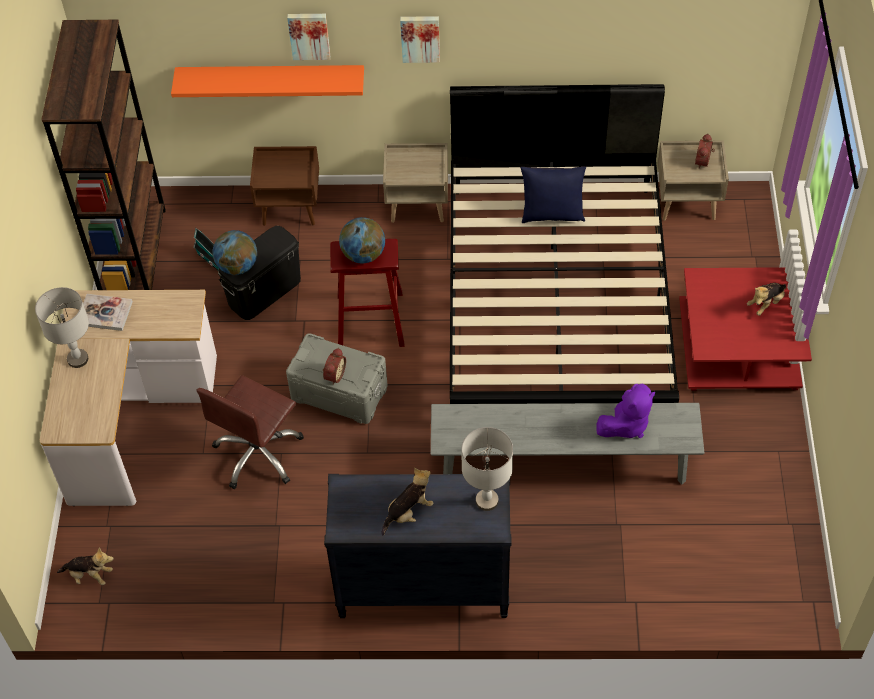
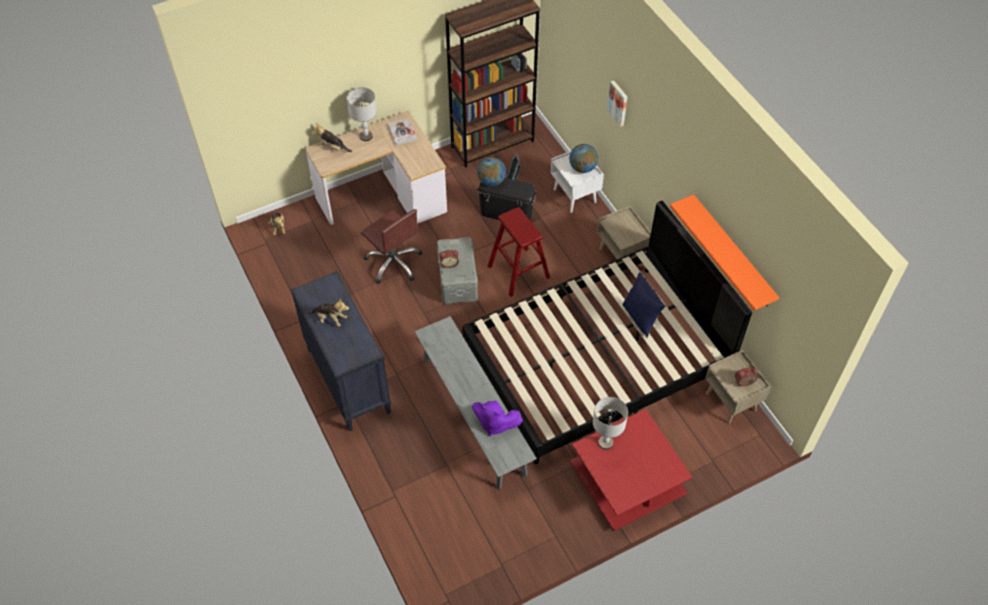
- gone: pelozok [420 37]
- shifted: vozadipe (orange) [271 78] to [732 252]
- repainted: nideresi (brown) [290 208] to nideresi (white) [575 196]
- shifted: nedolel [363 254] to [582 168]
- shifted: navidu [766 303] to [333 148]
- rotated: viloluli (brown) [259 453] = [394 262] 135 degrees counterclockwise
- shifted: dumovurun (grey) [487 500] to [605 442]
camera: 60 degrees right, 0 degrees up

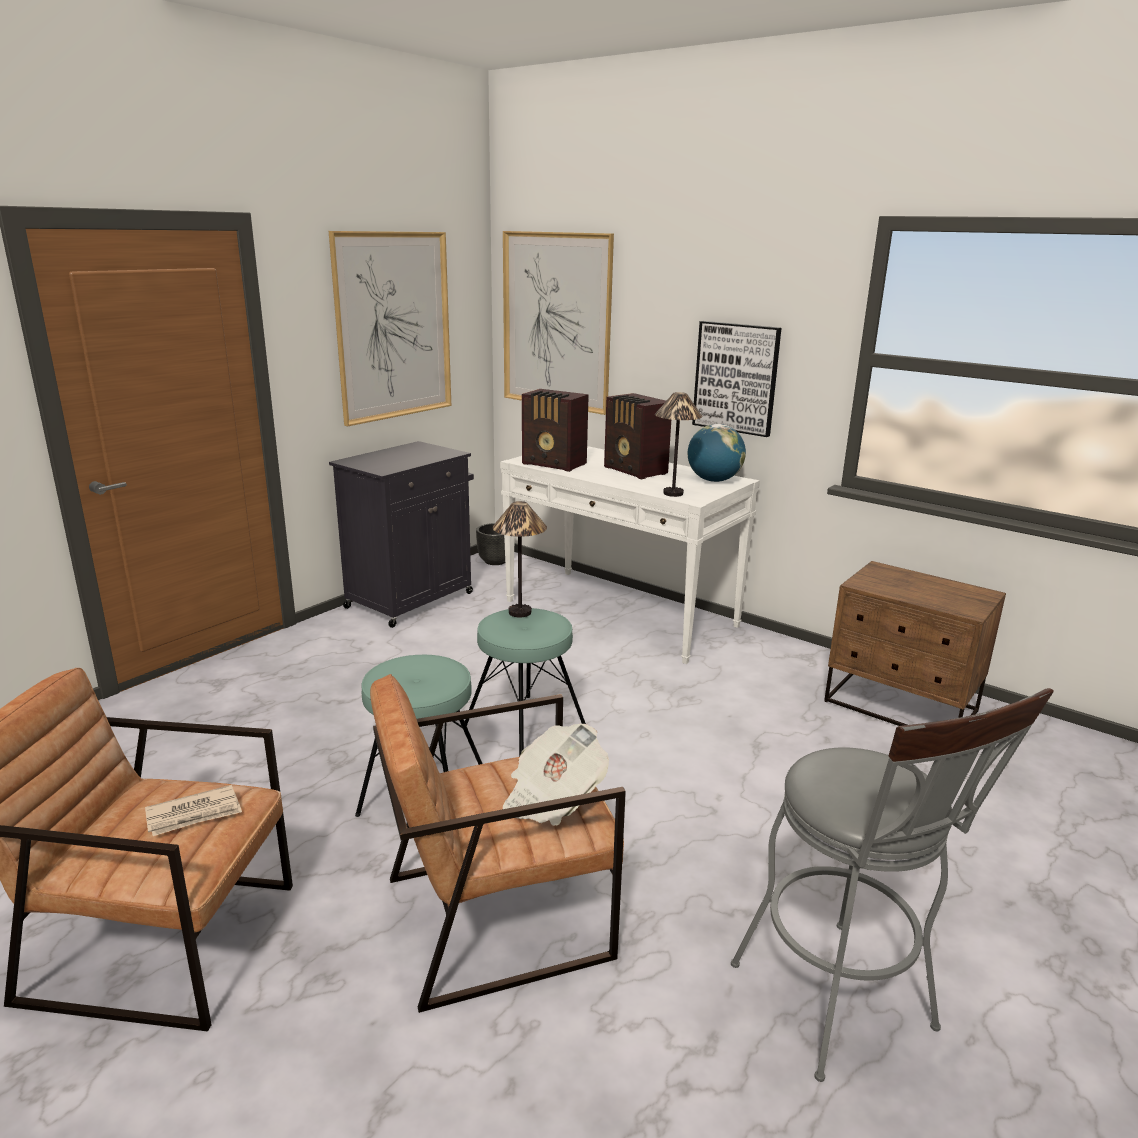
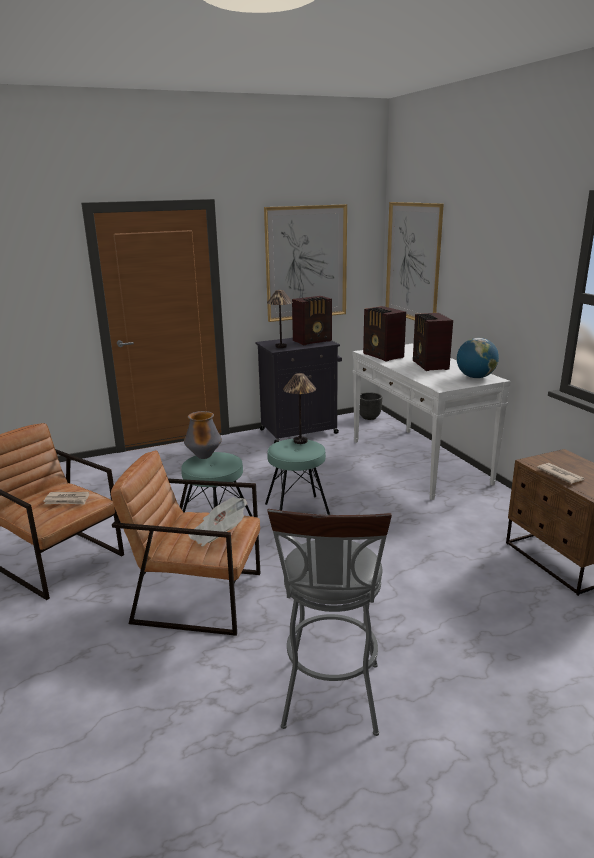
- gone: pelozok [736 378]
- shifted: dumovurun [673 493] to [281 346]
- new: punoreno [313 341]
- new: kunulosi [204 456]
- new: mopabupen [560 475]
camera: 30 degrees right, 0 degrees up

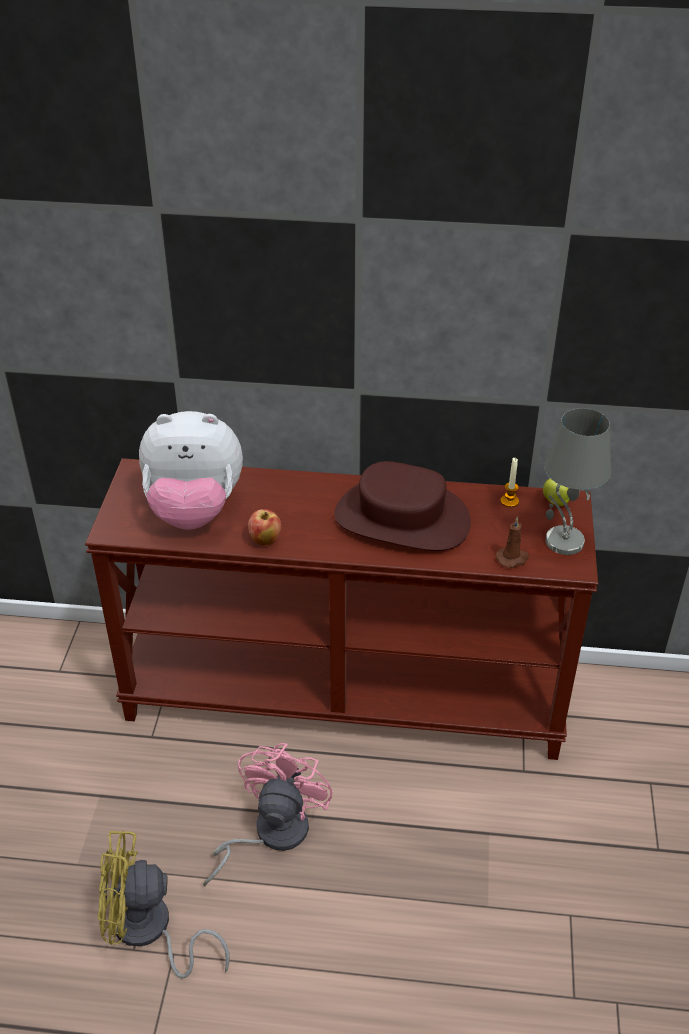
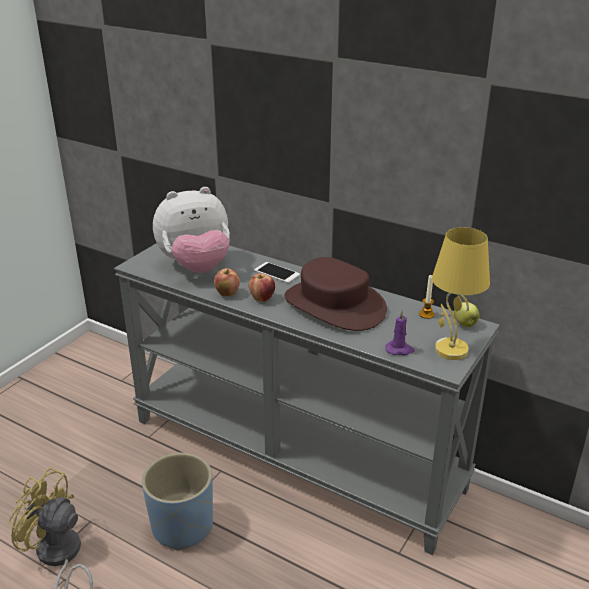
- repainted: dumovurun (grey) [563 542] to dumovurun (yellow) [450 350]
- rotated: navidu [194 511] = [196 267] 45 degrees counterclockwise
- repainted: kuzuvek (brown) [346 693] to kuzuvek (grey) [296 452]
- repainted: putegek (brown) [512 558] to putegek (purple) [399 349]
- swapped: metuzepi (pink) [270 834] to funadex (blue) [181 526]
- new: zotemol [276 273]
- new: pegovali [262 298]
camera: 25 degrees right, 10 degrees down

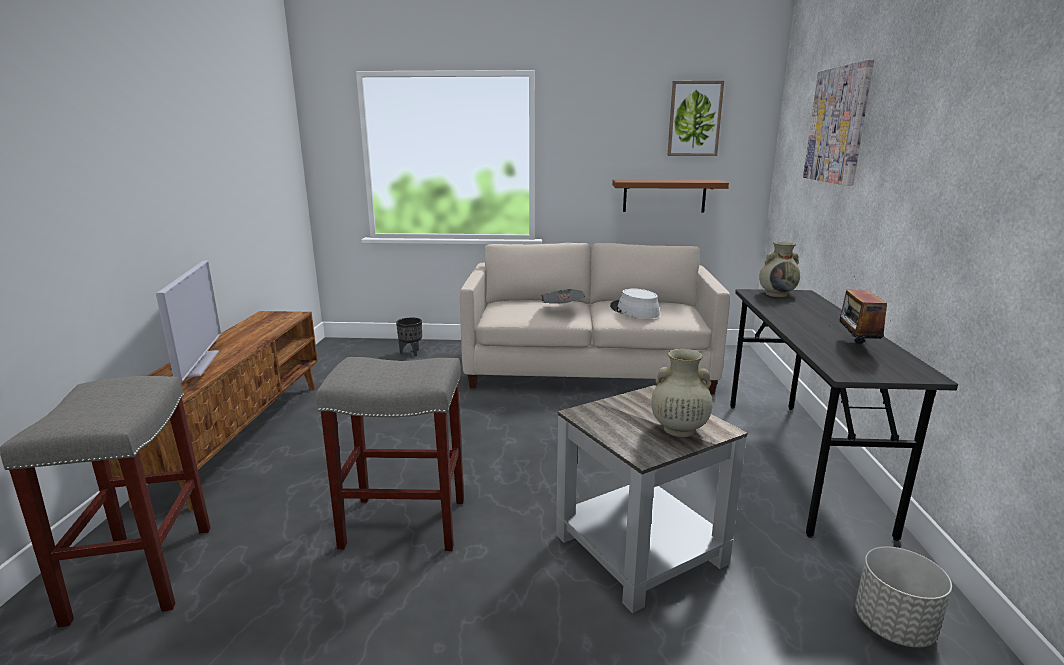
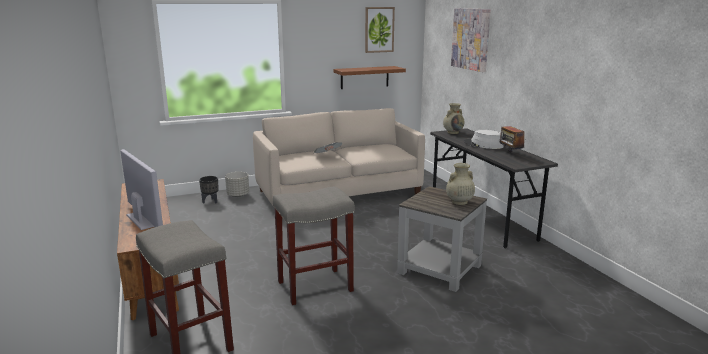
- shifted: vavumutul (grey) [634 310] to [483 145]
- shifted: funadex (grey) [893 626] to [238 195]
camera: 25 degrees left, 0 degrees up

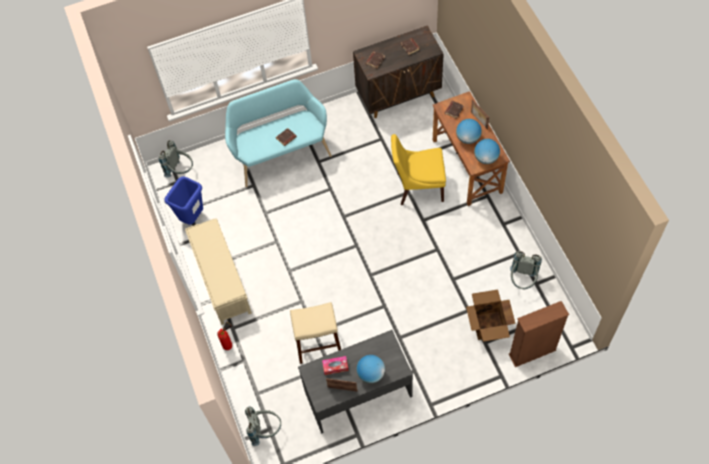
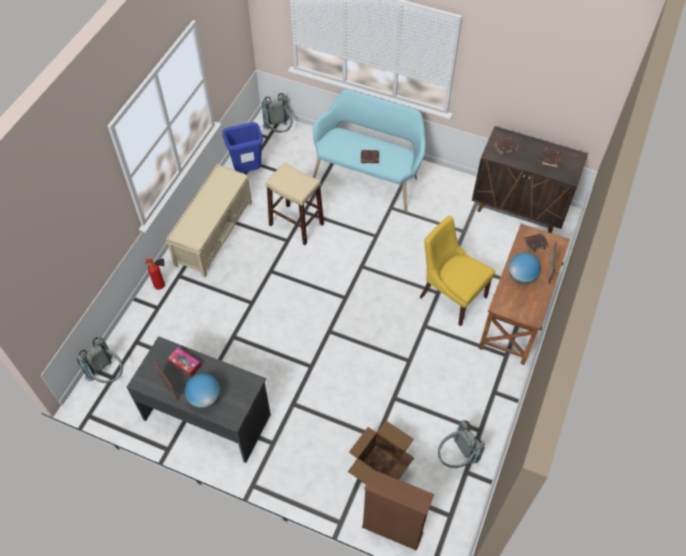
- gone: nedolel [486 158]
- shifted: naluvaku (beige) [318 345] to [296 224]
camera: 40 degrees right, 5 degrees down

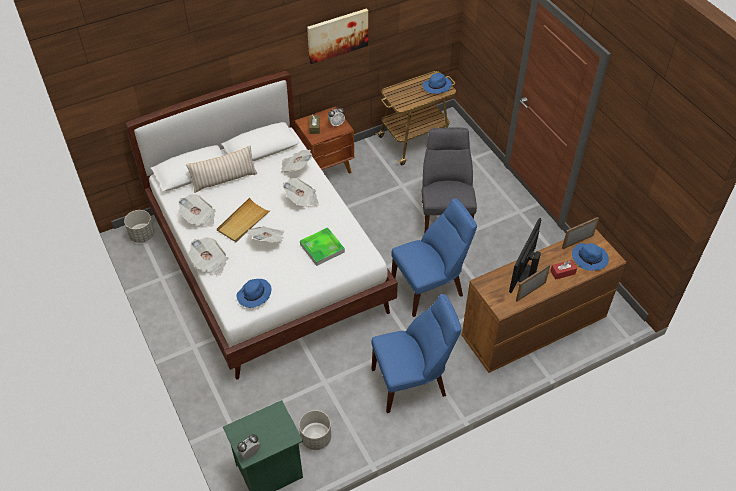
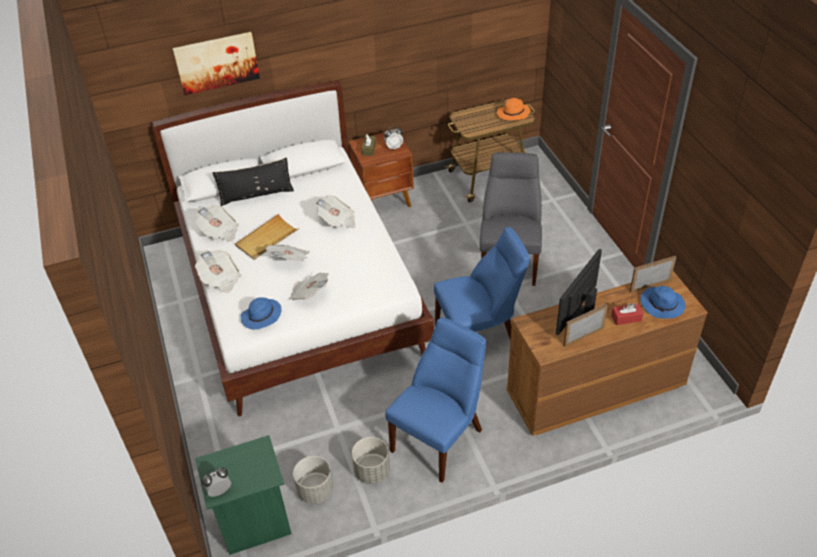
- shifted: pelozok [337 35] to [216 62]
- repainted: vavumutul (blue) [436 87] to vavumutul (orange) [513 114]
- repainted: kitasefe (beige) [224 180] to kitasefe (black) [256 195]
- shifted: mopabupen [296 167] to [309 294]
- shifted: funadex (grey) [142 235] to [372 471]
- gone: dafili [322 248]
- rotated: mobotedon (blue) [412 382] = [440 438] 45 degrees counterclockwise
camera: 10 degrees right, 5 degrees down

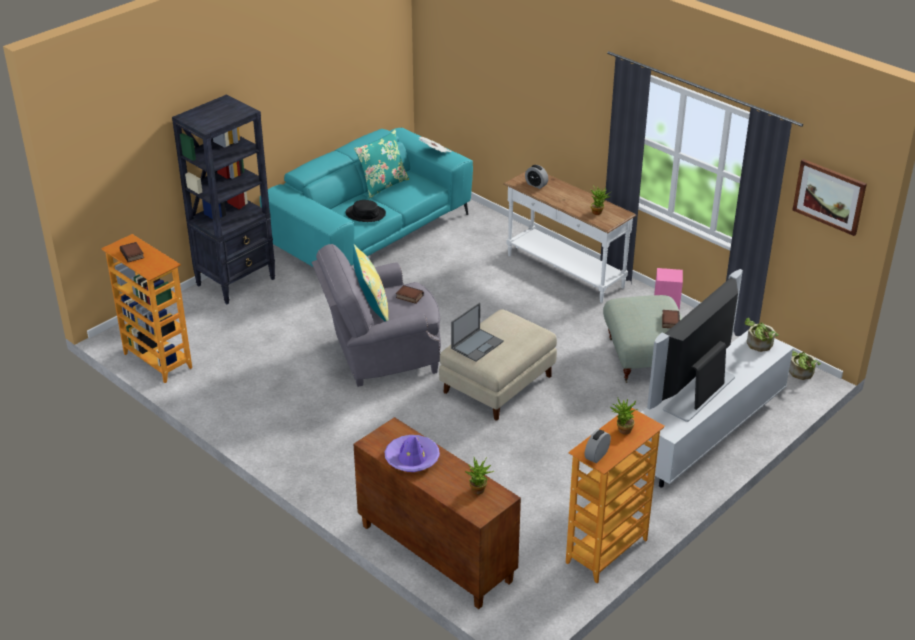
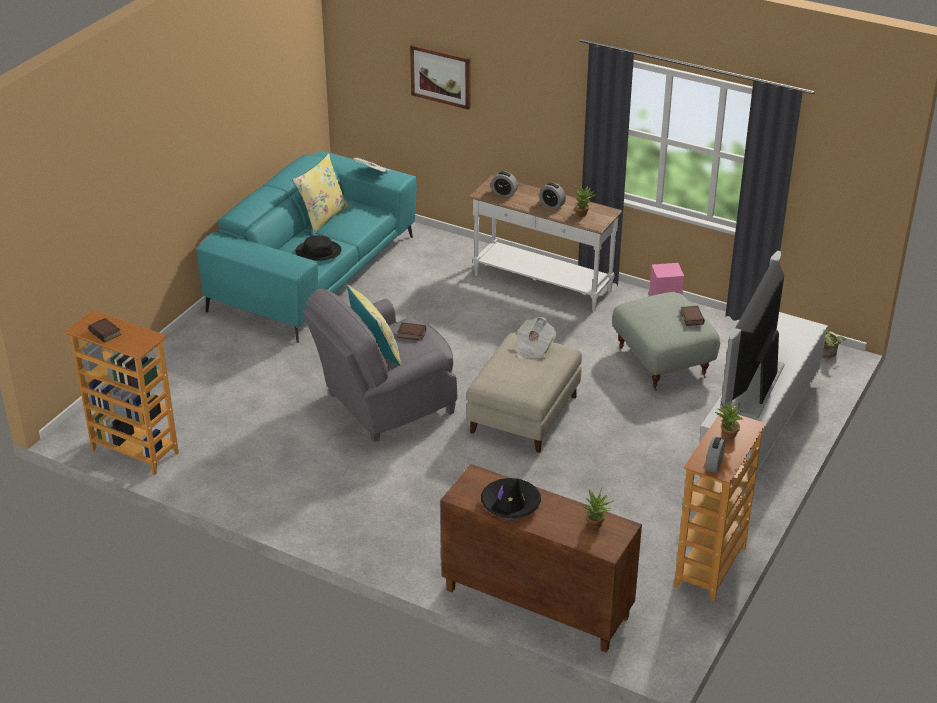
- gone: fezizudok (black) [236 282]
- repainted: kitasefe (turquoise) [382 185] to kitasefe (yellow) [322 217]
- shifted: pelozok [829 196] to [441 76]
- gone: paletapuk [477 345]
- gone: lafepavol [758 346]
- repainted: vavumutul (purple) [412 458] to vavumutul (black) [510 504]
- new: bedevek [552 204]
- new: mopabupen [533 348]
camera: 15 degrees left, 0 degrees up

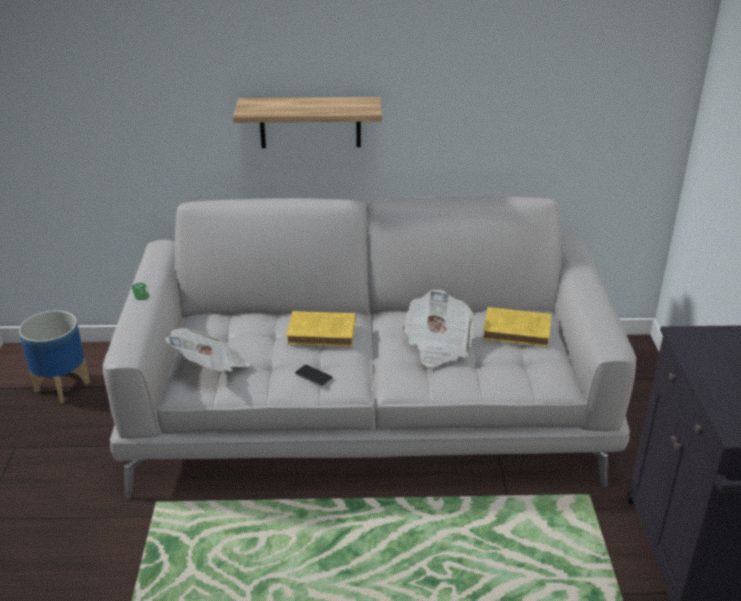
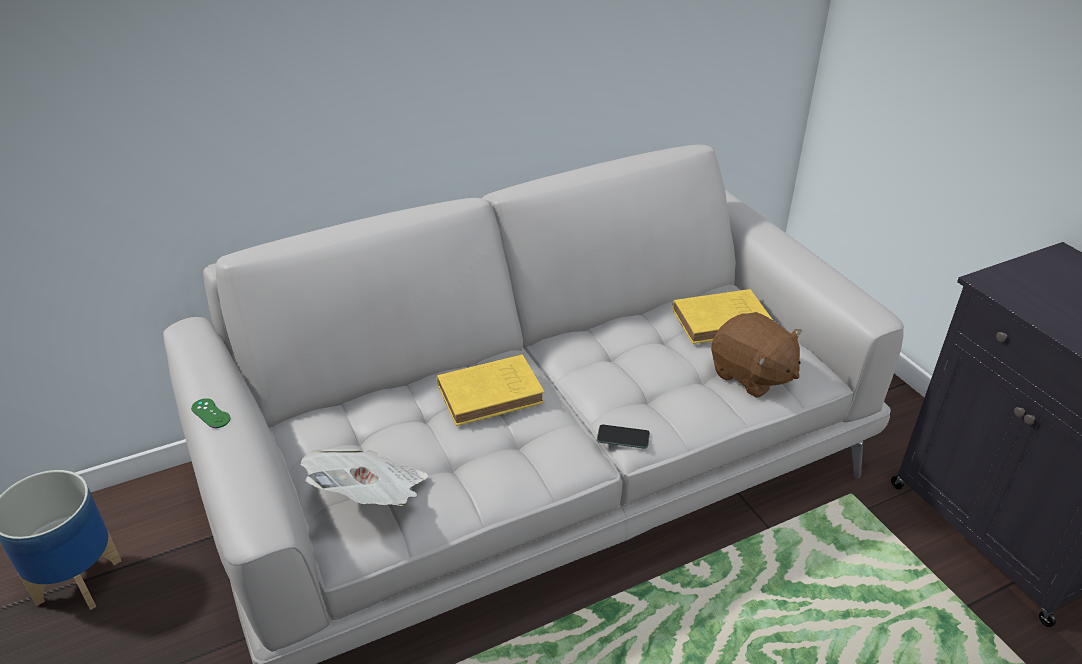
- gone: vozadipe [310 122]
- gone: mopabupen [437 345]
- shifted: zotemol [313 376] to [623 437]
- new: navidu (brown) [751 375]
camera: 25 degrees left, 5 degrees up

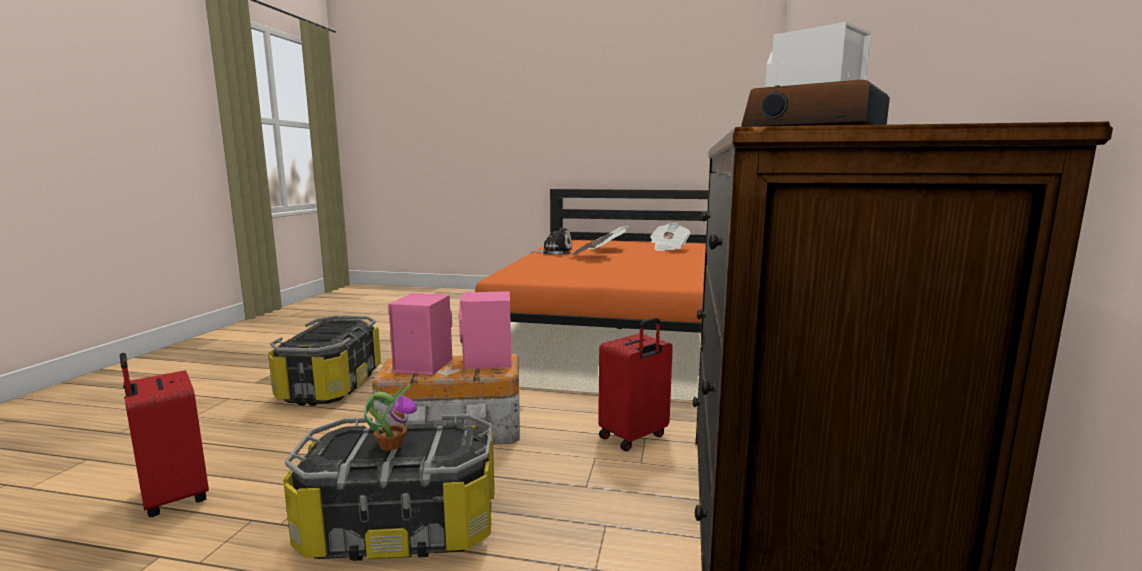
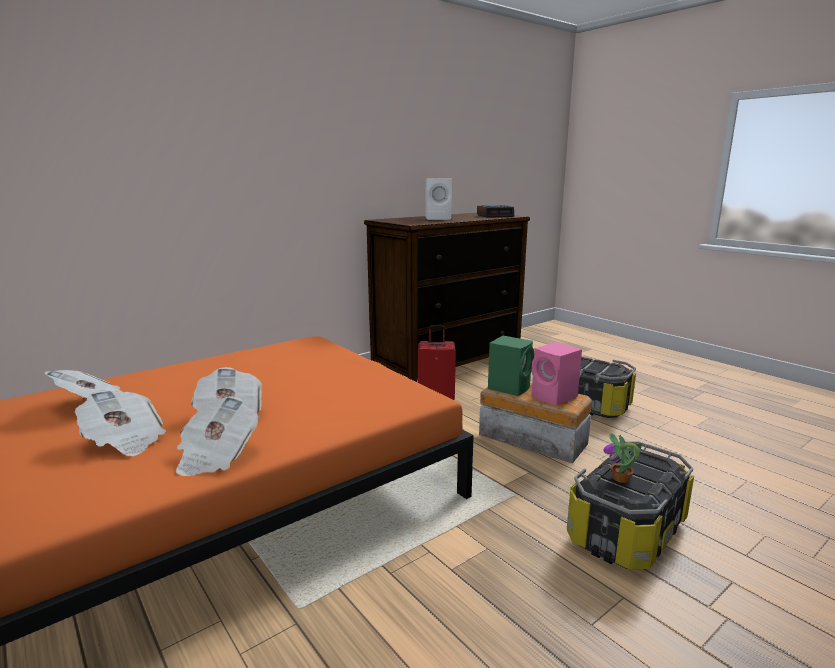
- swapped: navidu [555 252] to mopabupen [216 456]
- repainted: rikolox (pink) [487 362] to rikolox (green) [510 387]
- gone: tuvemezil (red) [173 497]
- shifted: lafepavol [391 445] to [621 479]
camera: 140 degrees left, 5 degrees up

